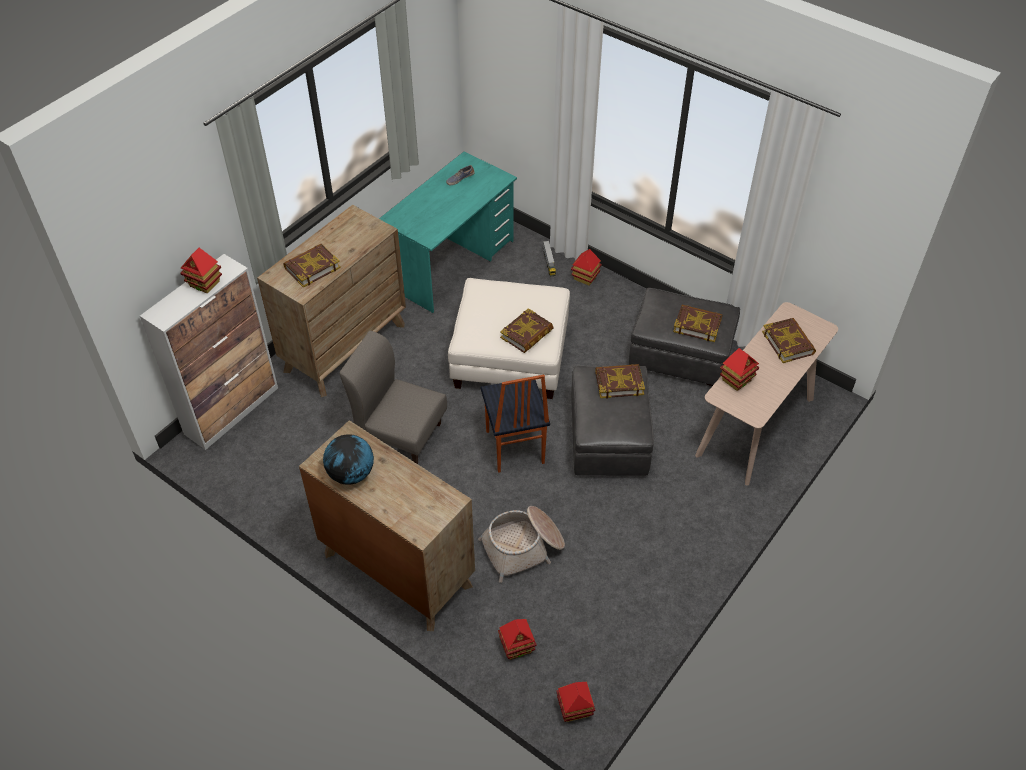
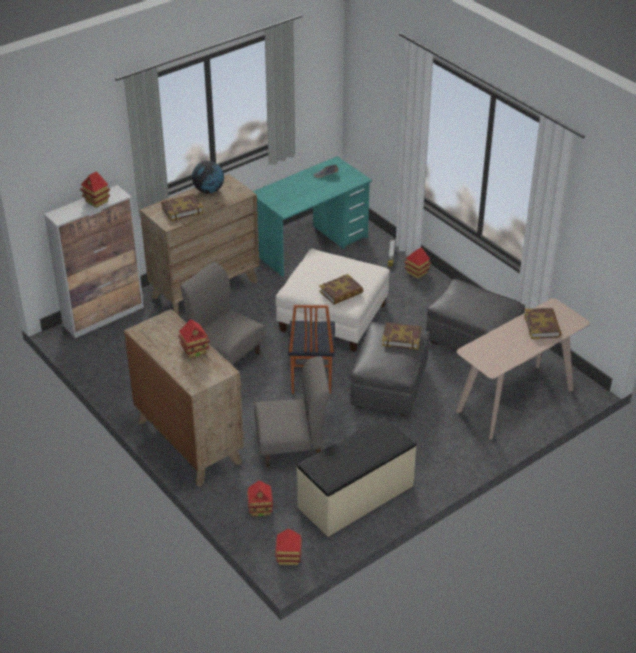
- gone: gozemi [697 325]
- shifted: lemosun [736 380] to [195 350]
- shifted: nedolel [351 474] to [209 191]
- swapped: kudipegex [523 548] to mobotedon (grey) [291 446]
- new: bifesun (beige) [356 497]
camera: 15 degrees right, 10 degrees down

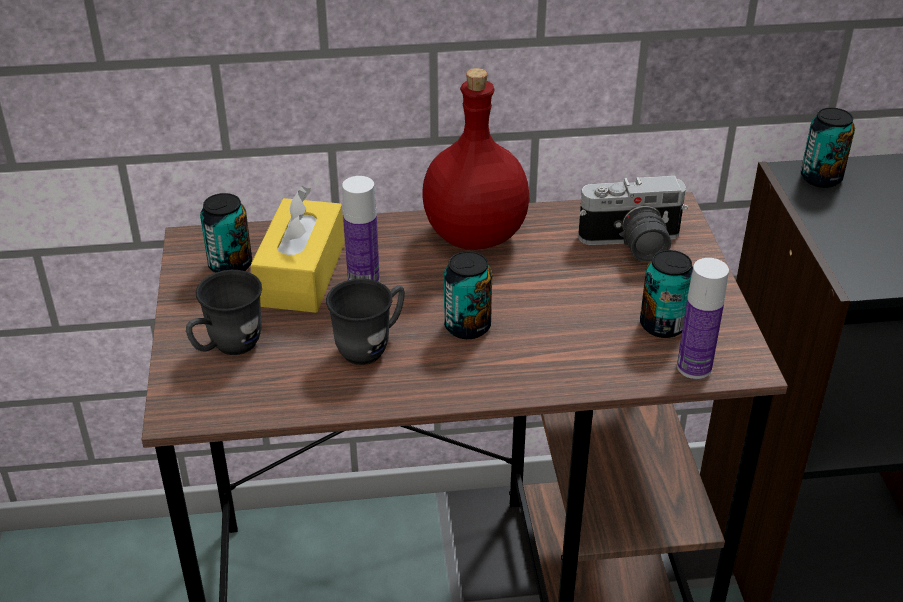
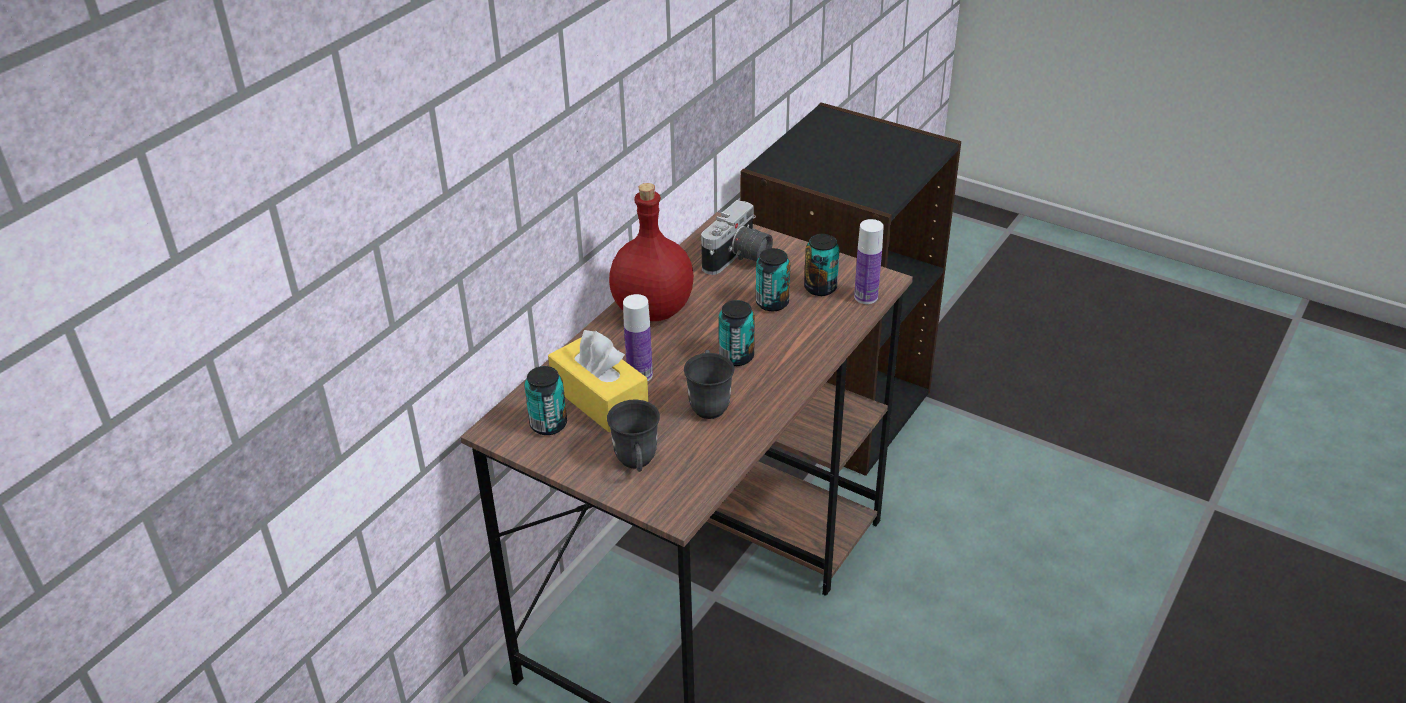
- shifted: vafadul [821 178] to [772 303]
camera: 50 degrees left, 0 degrees up

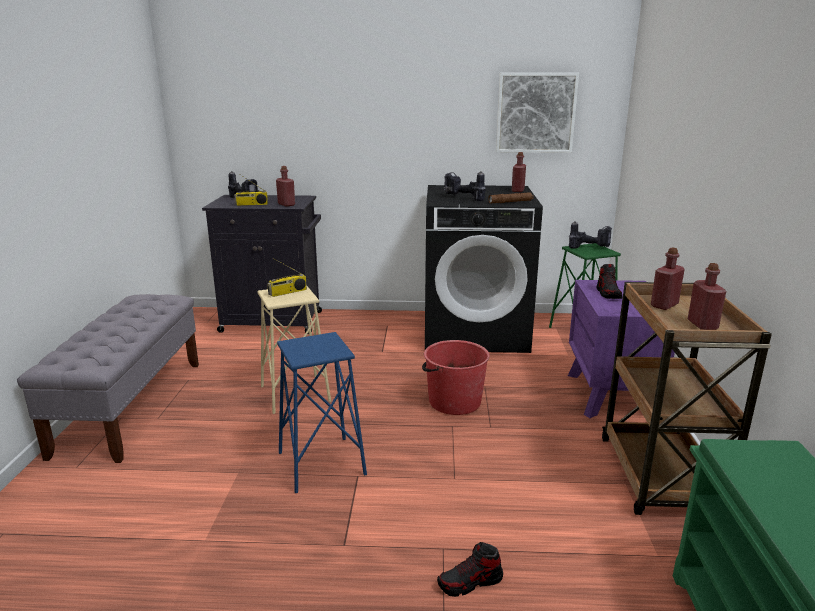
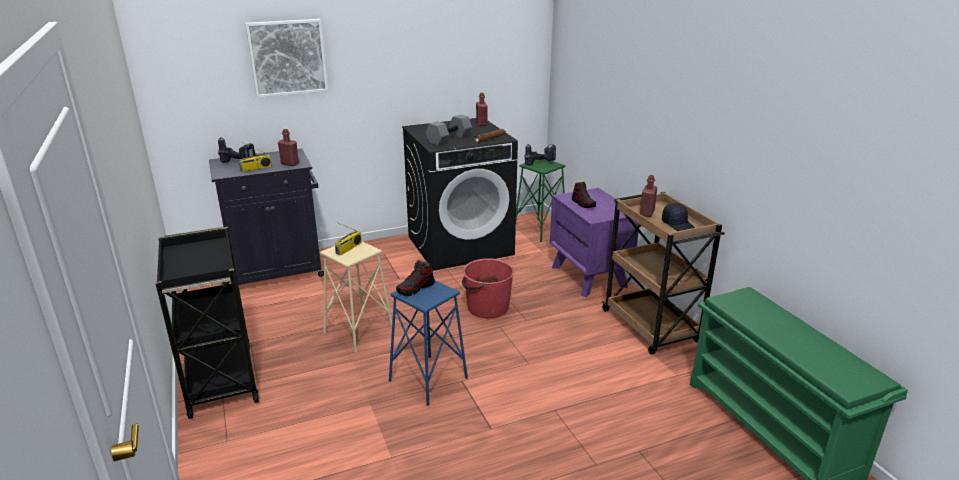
- shifted: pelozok [535 113] to [287 57]
- swapped: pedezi [462 198] to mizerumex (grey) [449 139]
- swapped: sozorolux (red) [702 325] to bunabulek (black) [678 224]
- swapped: bifesun (grey) [131 406] to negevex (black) [221 378]
- shifted: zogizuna [470 582] to [416 288]
camera: 25 degrees left, 5 degrees up

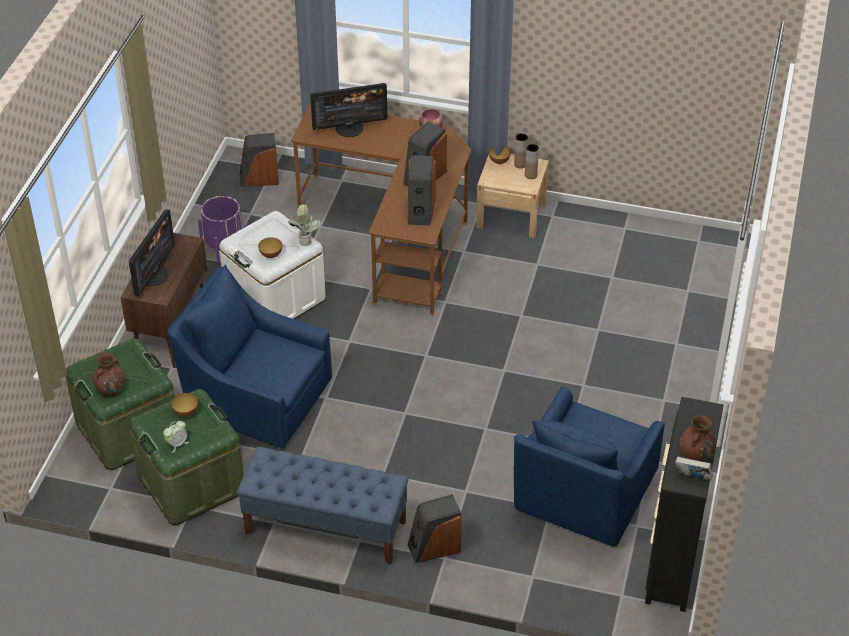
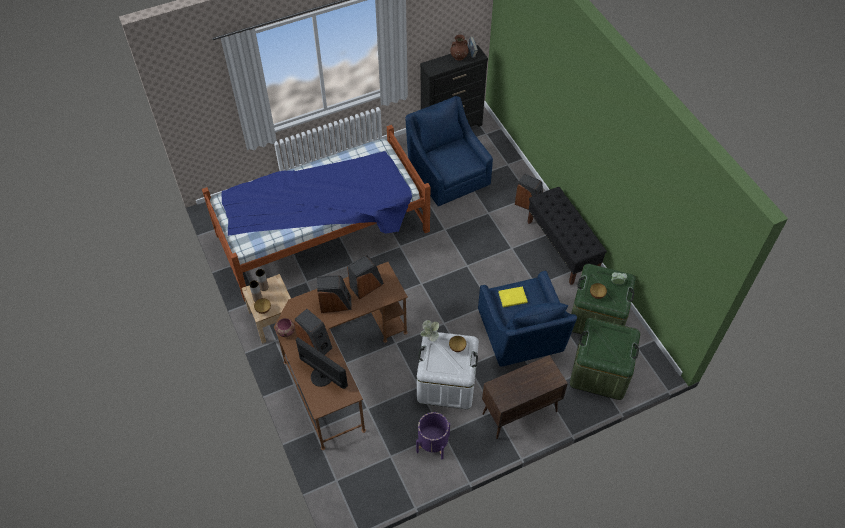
- shifted: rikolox [259 178] to [315 343]
- gone: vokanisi [153 275]
- gone: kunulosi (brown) [111 389]
- rotated: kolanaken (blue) [582 495] = [447 173] 105 degrees counterclockwise
- repainted: bifesun (blue) [325 527] to bifesun (black) [562 247]
- new: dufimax [323 233]
- new: gozemi (yellow) [512 297]
camera: 130 degrees left, 10 degrees up

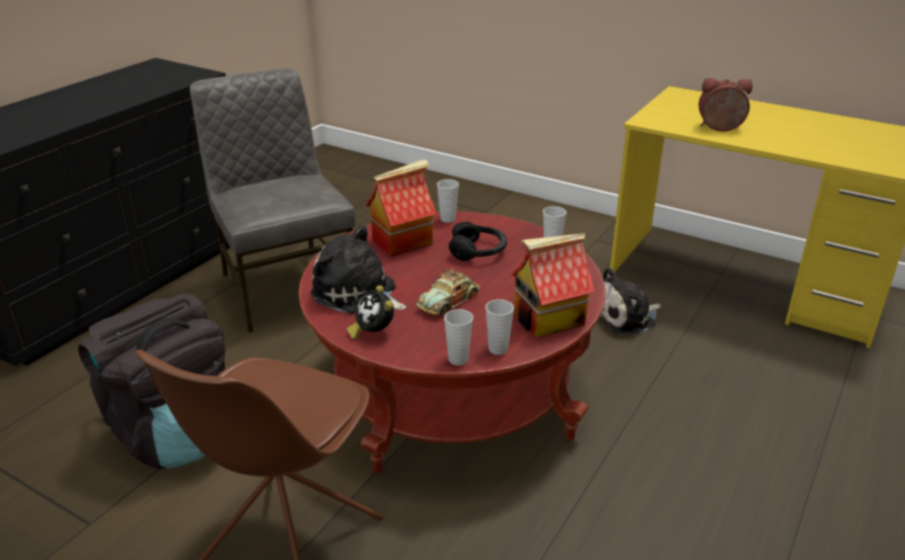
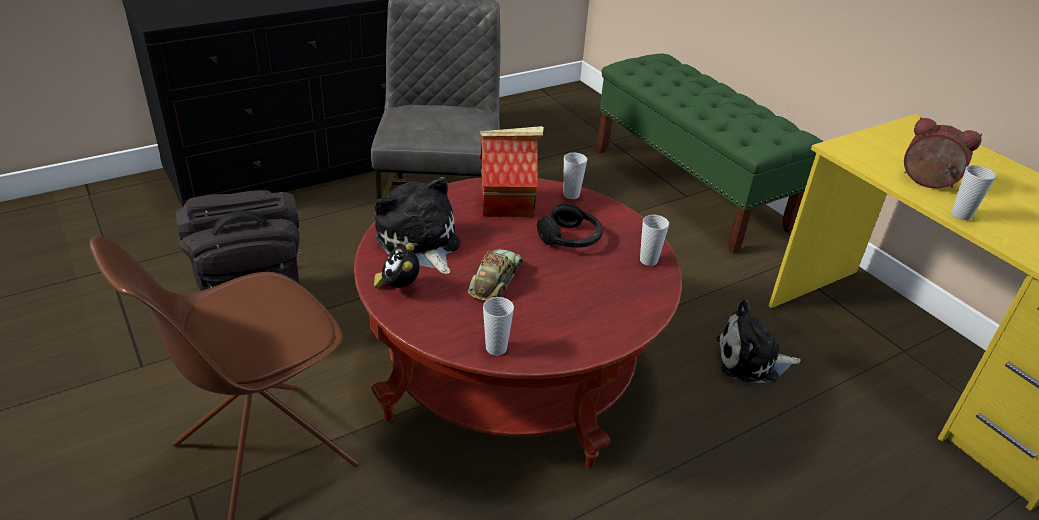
- gone: lemosun [548 320]
- rotated: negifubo [449 301] = [495 281] 135 degrees clockwise
- shifted: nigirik [458 359] to [961 215]
- new: bifesun (green) [688 189]
camera: 25 degrees right, 5 degrees up

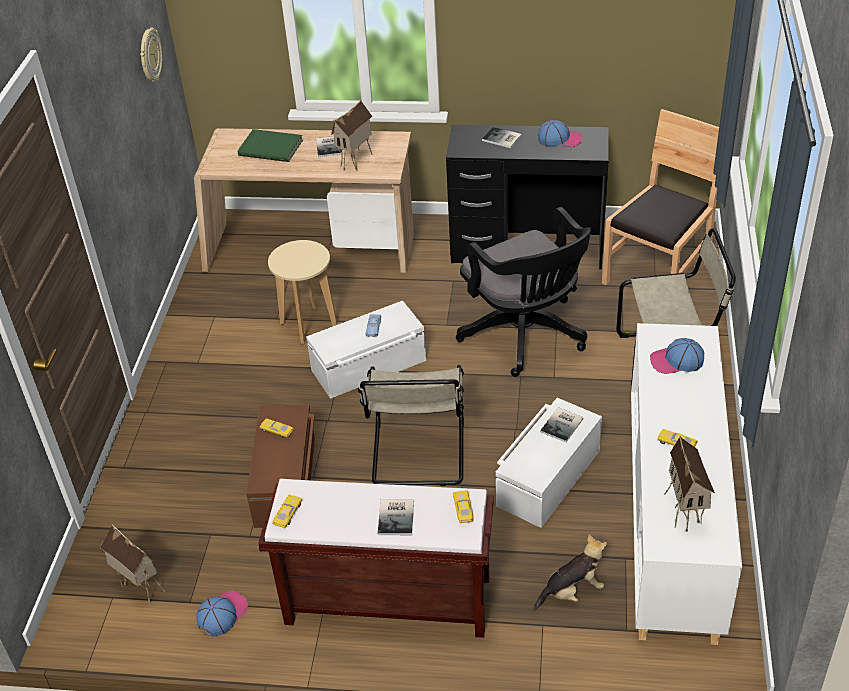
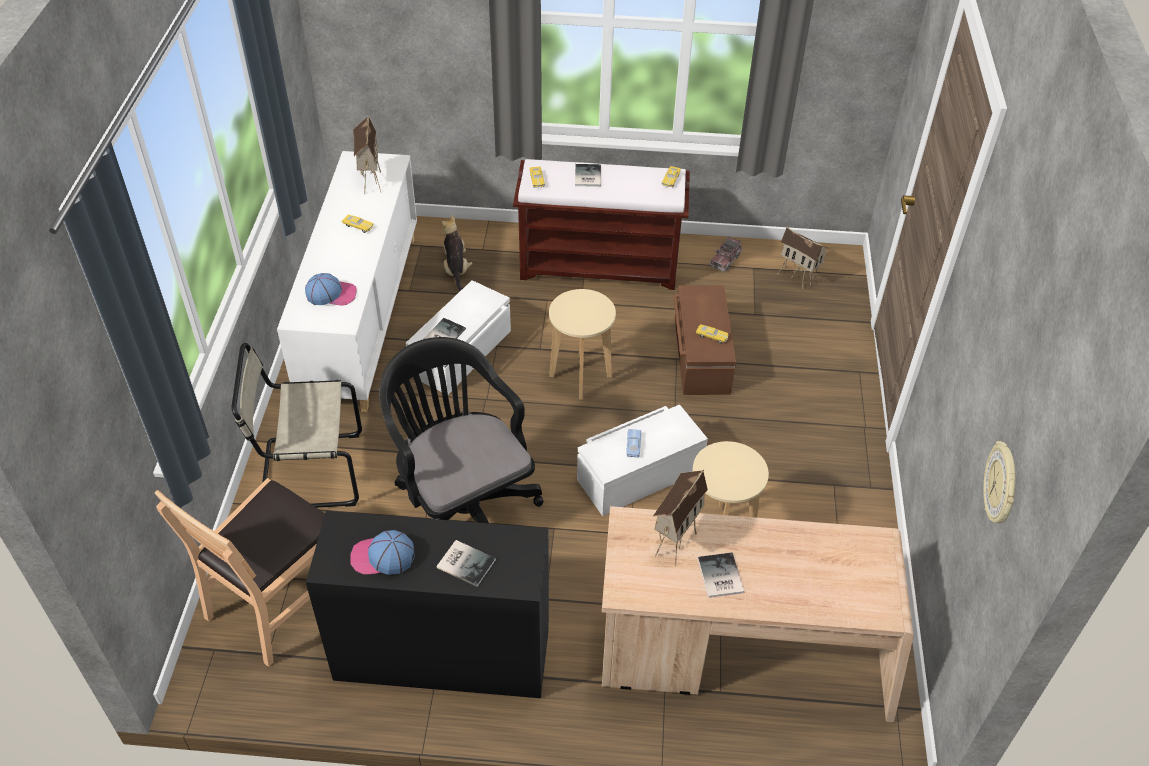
- gone: gozemi (green) [271 147]
- swapped: mobotedon (beige) [418 455] to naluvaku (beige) [580 376]
- rotated: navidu [572 591] = [456 269] 105 degrees clockwise
- swapped: bunabulek [222 614] to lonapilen [725 260]
camera: 175 degrees right, 5 degrees up

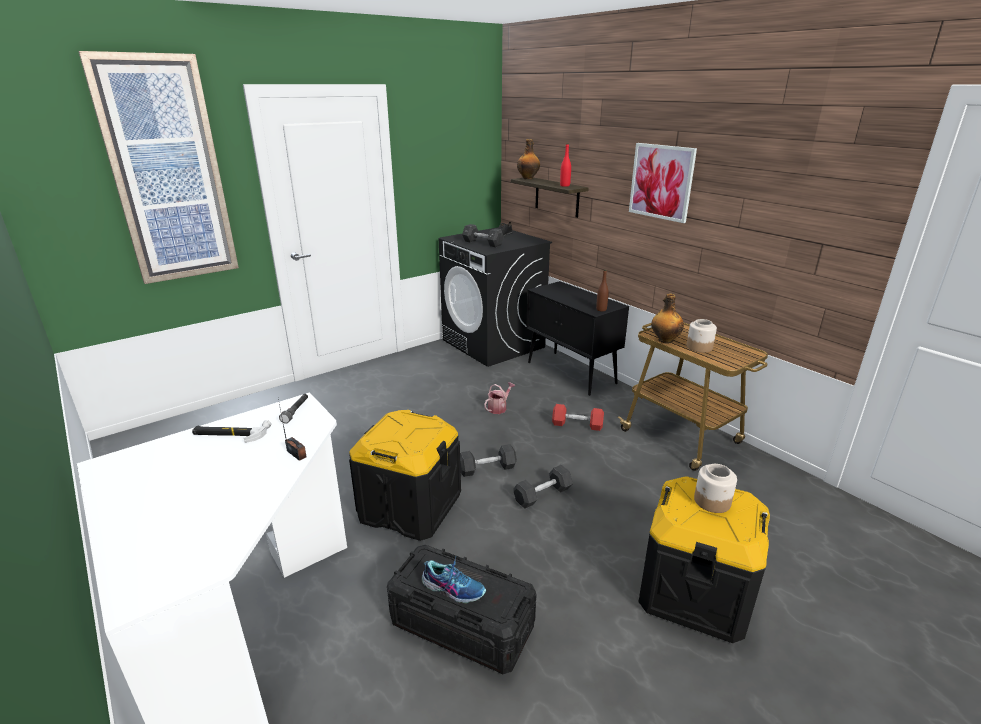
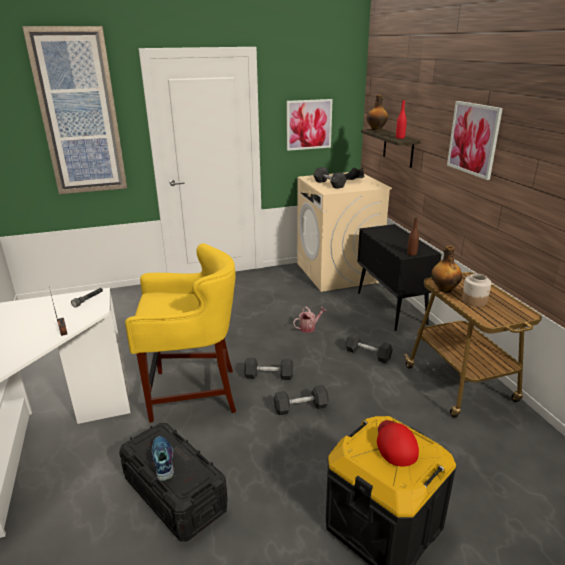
- repainted: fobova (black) [493 344] to fobova (beige) [338 273]
- repainted: mizerumex (red) [577 425] to mizerumex (grey) [368 354]
- swapped: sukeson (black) [410 506] to naluvaku (yellow) [192 393]
- gone: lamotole [230 433]
- swapped: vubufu [712 501] to bunabulek (red) [395 444]
- rotated: zogizuna [453 588] = [162 461] 150 degrees counterclockwise
- new: pelozok [308 124]
camera: 20 degrees right, 0 degrees up

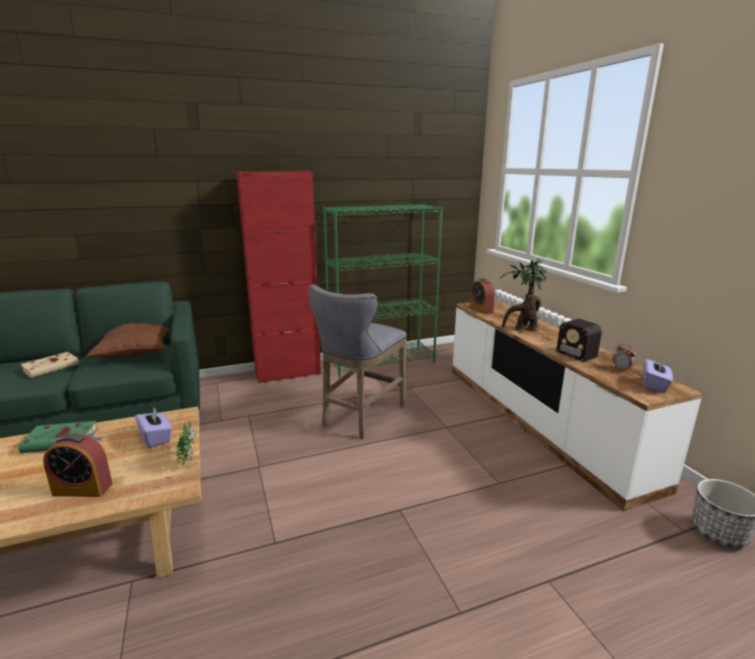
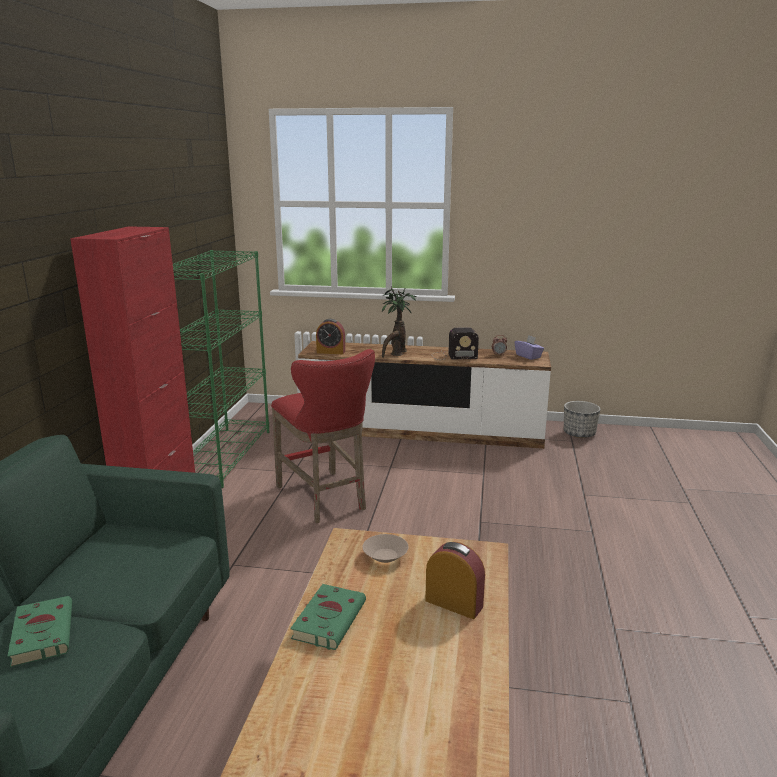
- repainted: naluvaku (grey) [360 417] to naluvaku (red) [324 499]
- gone: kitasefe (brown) [135 354]
- repainted: gozemi (beige) [53 367] to gozemi (green) [42 633]
- swapped: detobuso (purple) [156 438] to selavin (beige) [385 557]
- gone: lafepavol [188 458]
- rotated: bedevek [83 489] = [454 603] 90 degrees counterclockwise
camera: 60 degrees left, 0 degrees up

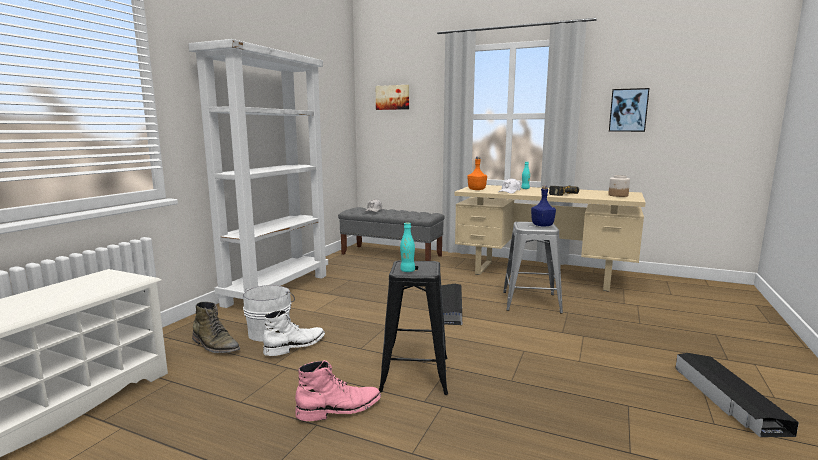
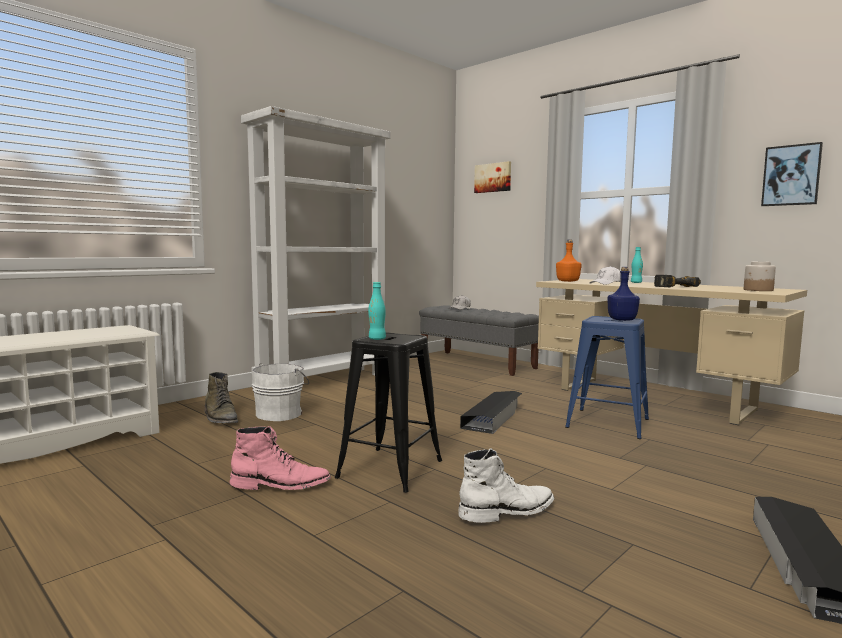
- repainted: naluvaku (grey) [531 302] to naluvaku (blue) [608 423]
- shifted: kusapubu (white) [296 346] to [508 511]
camera: 20 degrees right, 5 degrees down

